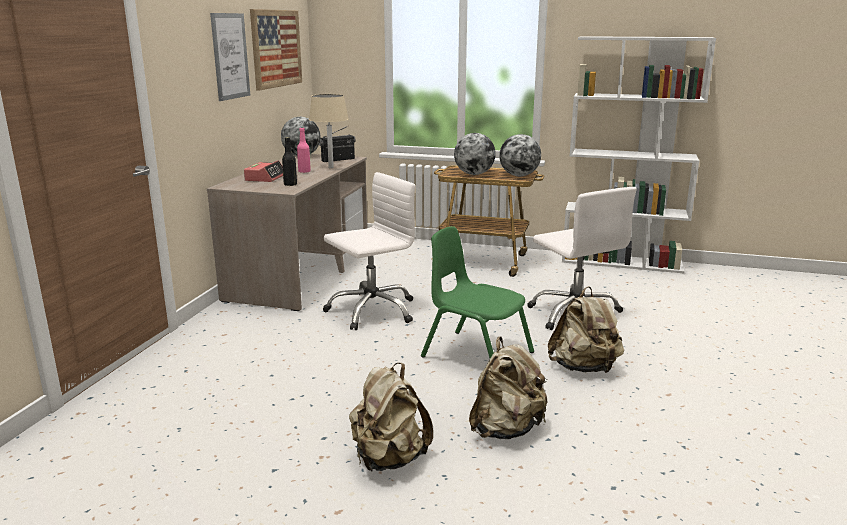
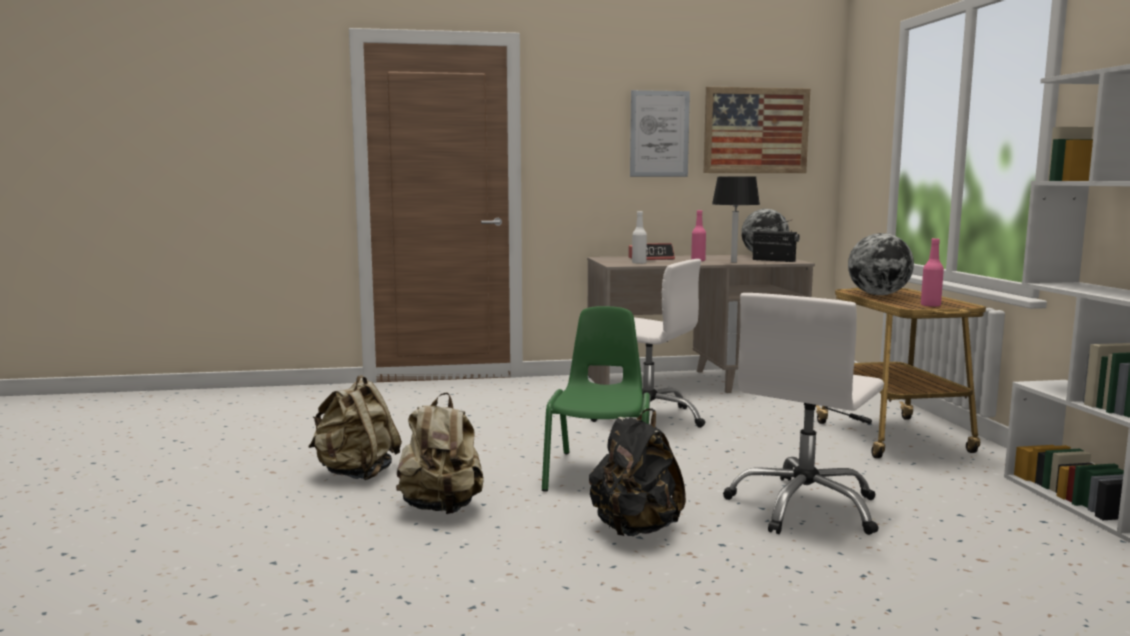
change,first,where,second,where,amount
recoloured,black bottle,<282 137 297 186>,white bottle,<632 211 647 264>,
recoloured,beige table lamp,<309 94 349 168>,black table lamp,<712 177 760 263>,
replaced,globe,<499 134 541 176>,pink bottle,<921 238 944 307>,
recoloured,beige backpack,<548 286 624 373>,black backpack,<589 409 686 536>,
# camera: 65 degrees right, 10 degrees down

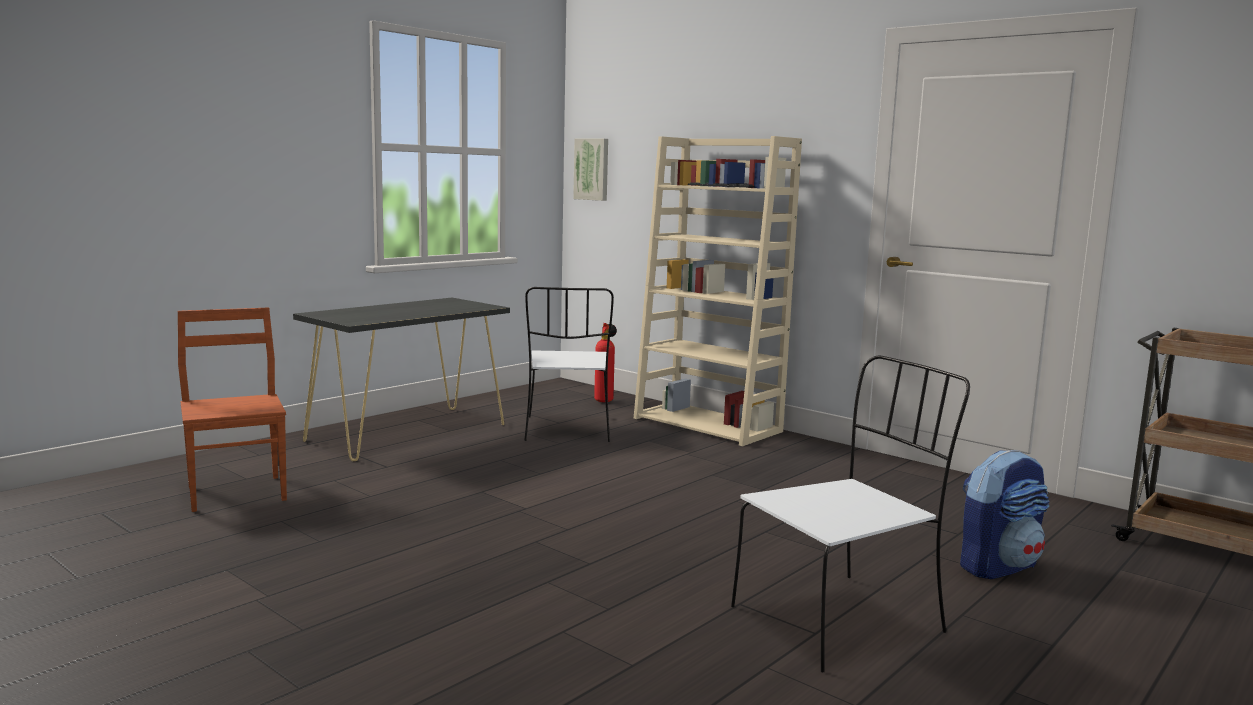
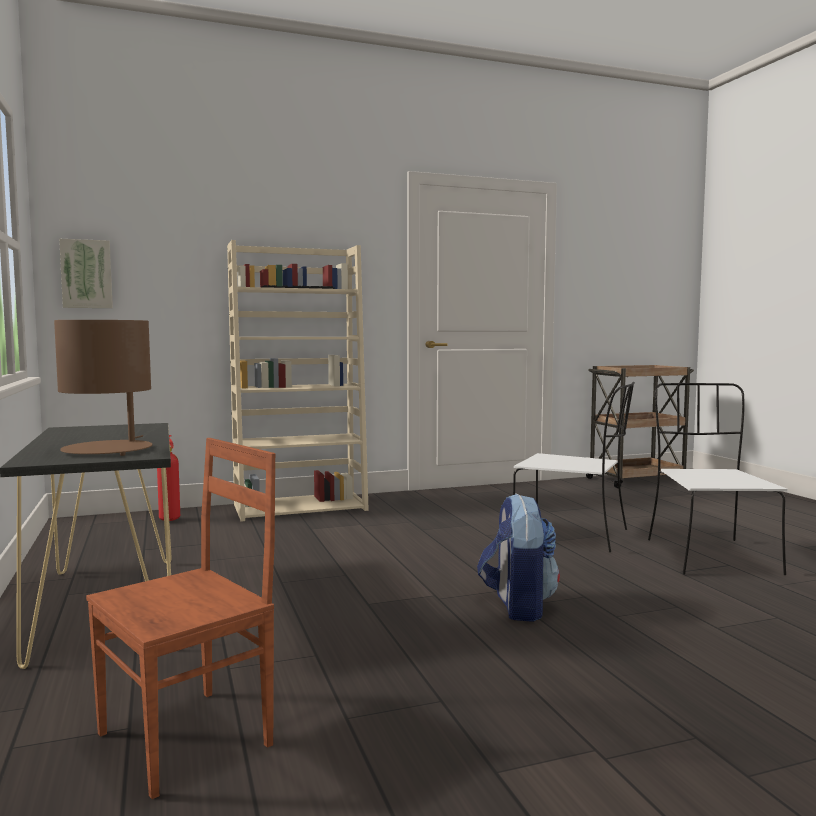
change,first,where,second,where,amount
turned,brown chair,<178 308 287 512>,,<86 438 276 799>,135 degrees clockwise
moved,white chair,<524 287 614 442>,,<513 382 635 552>,
moved,backpack,<960 450 1050 579>,,<477 494 560 622>,
added,,,brown table lamp,<54 320 153 456>,
# camera: 60 degrees left, 5 degrees down

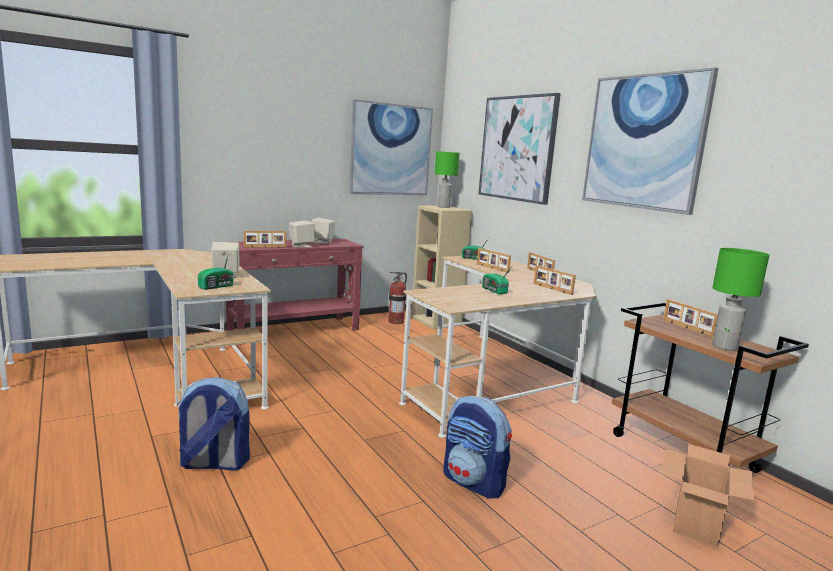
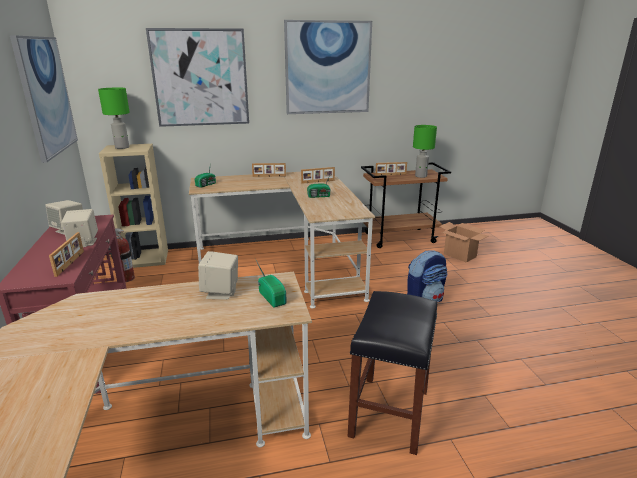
change,first,where,second,where,amount
replaced,backpack,<176 377 250 471>,black stool,<348 291 437 455>,
removed,picture frame,<477 248 511 273>,,,
# camera: 70 degrees left, 10 degrees up

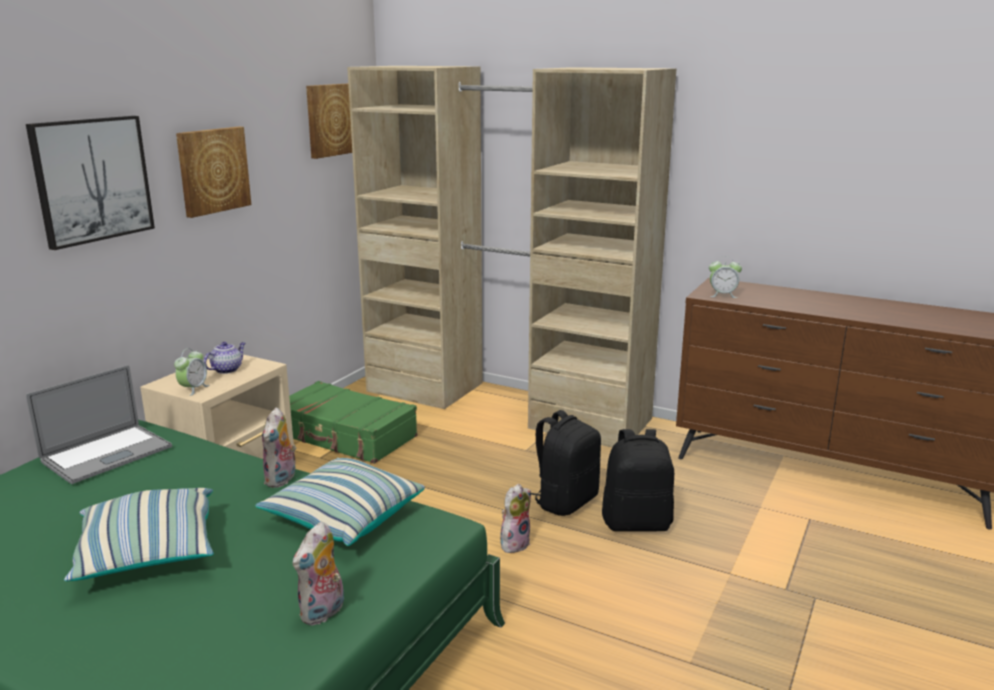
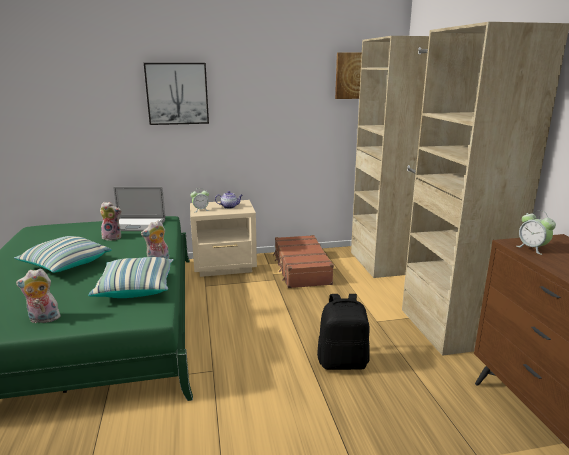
change,first,where,second,where,amount
removed,picture,<176 127 251 218>,,,
recoloured,green suitcase,<289 381 417 464>,brown suitcase,<273 235 334 288>,
moved,plush toy,<500 484 531 553>,,<99 202 122 241>,
removed,black backpack,<602 429 674 532>,,,
# camera: 50 degrees right, 0 degrees up

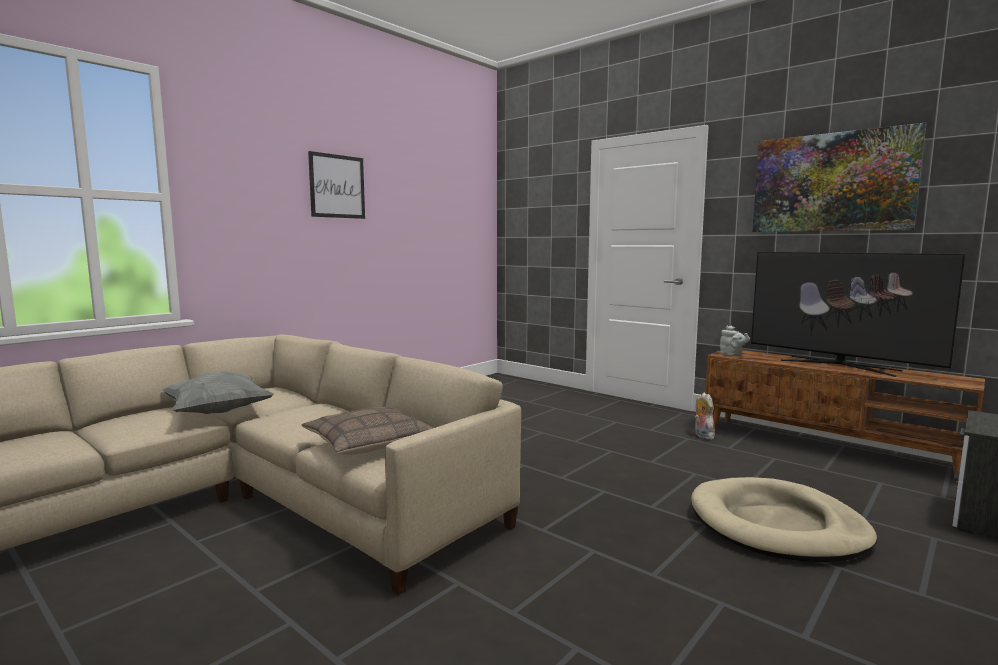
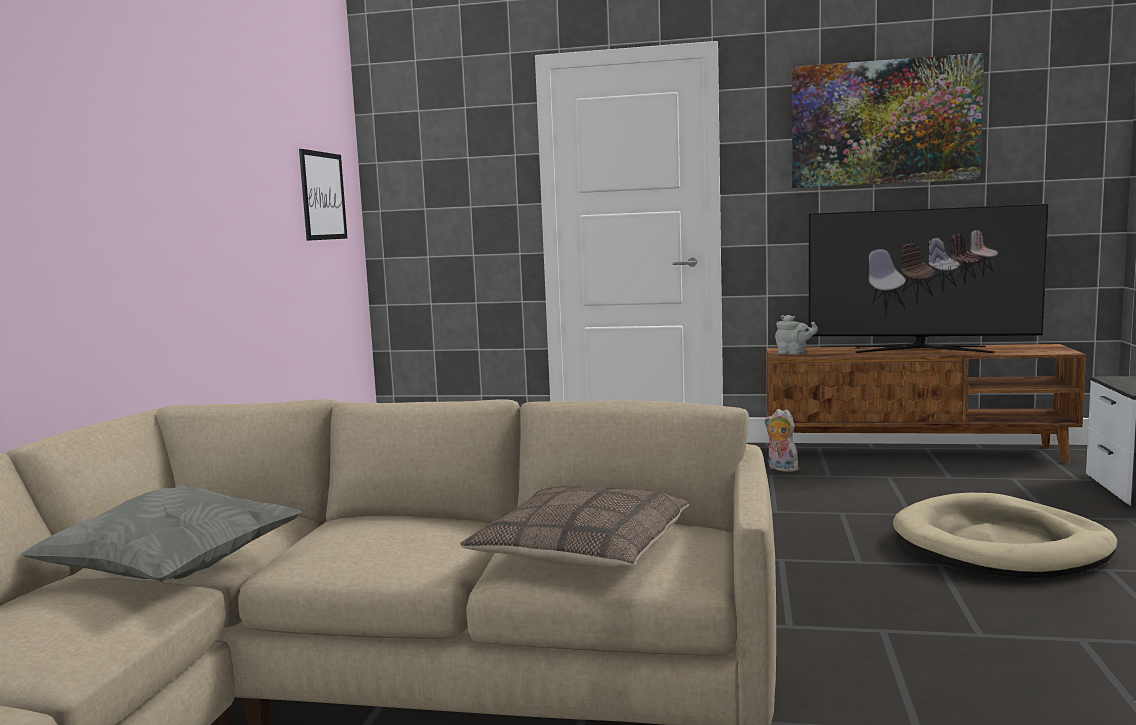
change,first,where,second,where,amount
moved,picture,<308 151 365 219>,,<299 149 347 241>,
# camera: 30 degrees left, 0 degrees up

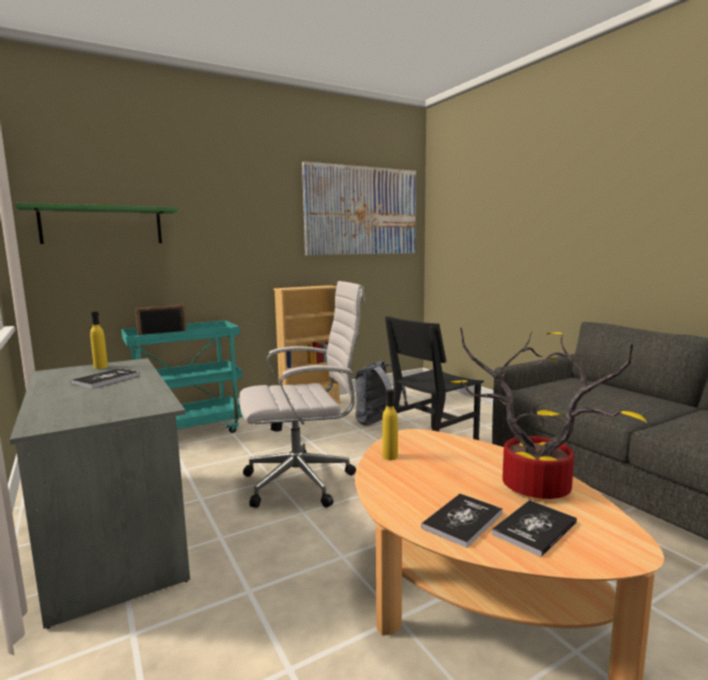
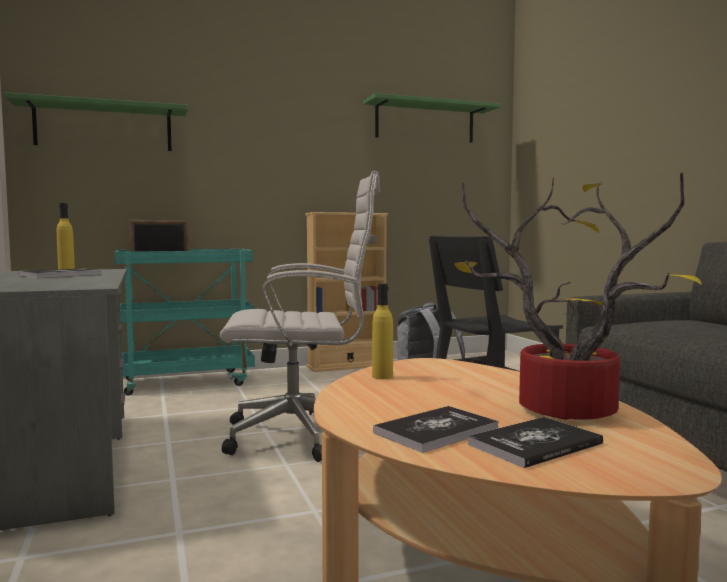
change,first,where,second,where,amount
replaced,picture,<302 162 416 255>,green shelf,<363 93 501 143>,
# camera: 10 degrees right, 5 degrees down

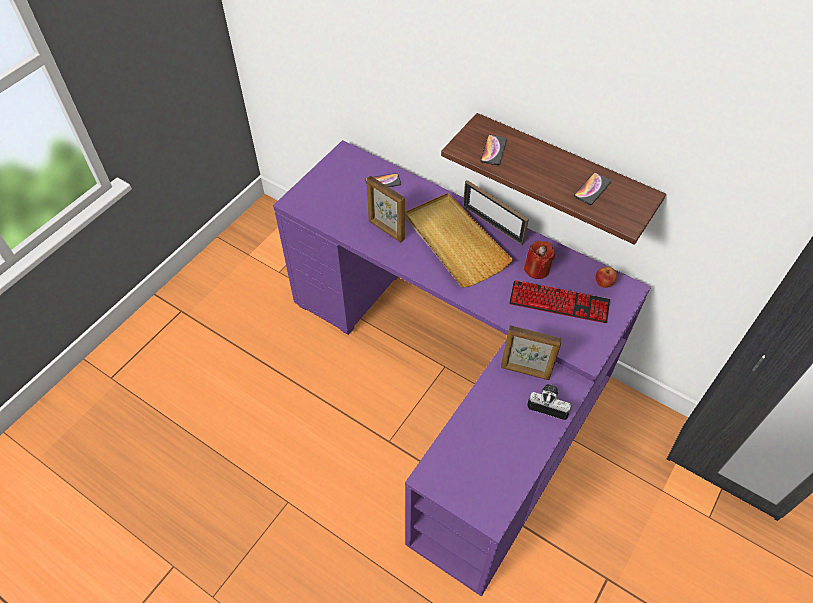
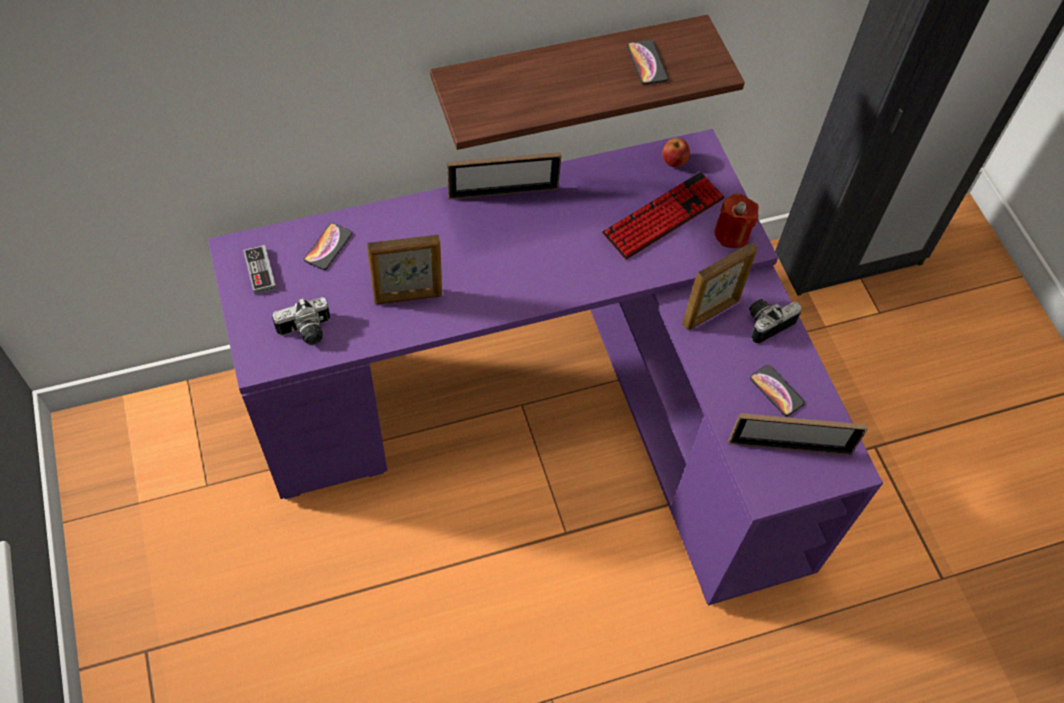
change,first,where,second,where,amount
removed,beige tray,<405 193 513 288>,,,
moved,phone,<480 135 507 165>,,<750 365 805 416>,
moved,red candle,<524 241 555 279>,,<715 193 759 248>,
added,,,game controller,<243 245 276 295>,
added,,,photo camera,<272 297 330 345>,
added,,,picture frame,<729 413 868 455>,
# camera: 55 degrees left, 5 degrees up

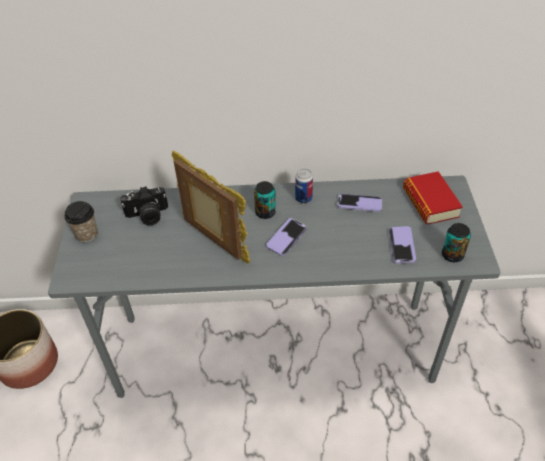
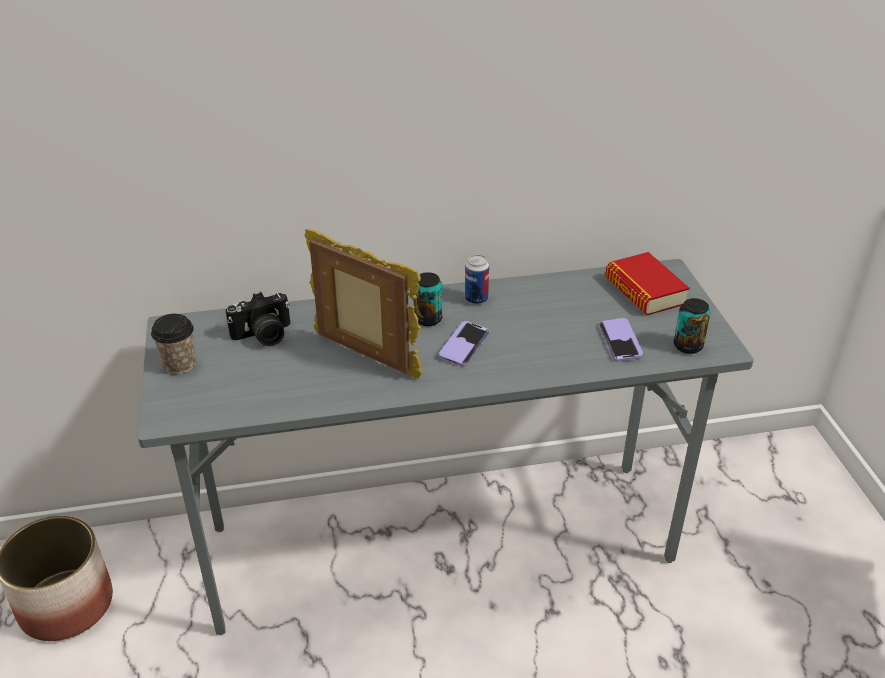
change,first,where,second,where,amount
removed,phone,<337 193 382 212>,,,
# camera: 10 degrees left, 10 degrees down

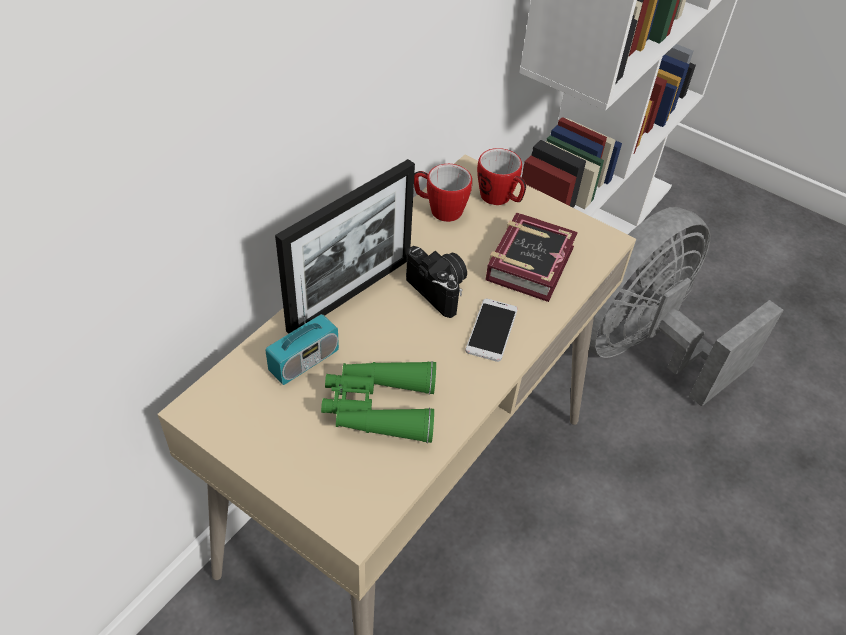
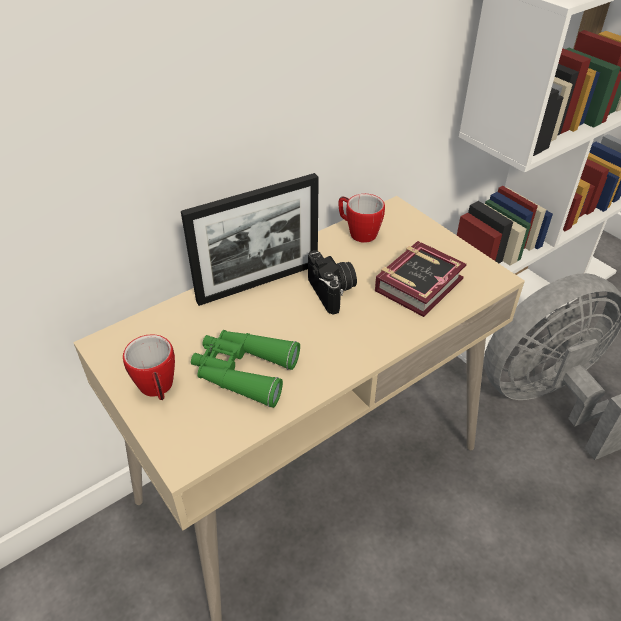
change,first,where,second,where,amount
removed,radio,<265 275 339 385>,,,
removed,phone,<465 299 518 362>,,,
moved,mug,<477 148 526 205>,,<123 334 175 400>,
# camera: 20 degrees right, 5 degrees down

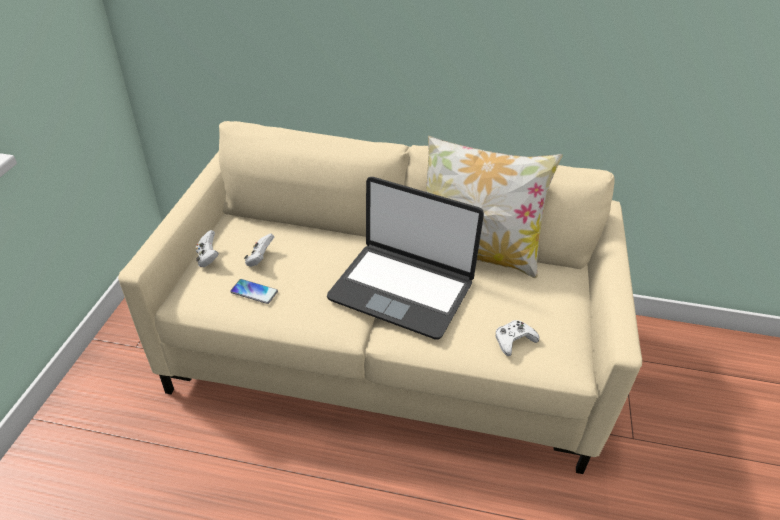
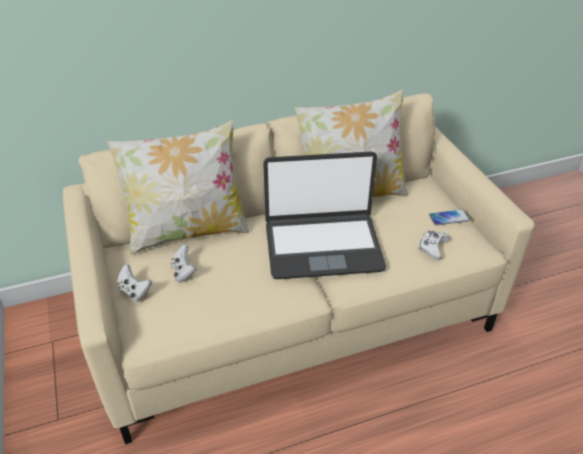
change,first,where,second,where,amount
moved,phone,<230 279 278 304>,,<429 209 470 226>,
added,,,pillow,<106 120 250 255>,
# camera: 30 degrees left, 0 degrees up

